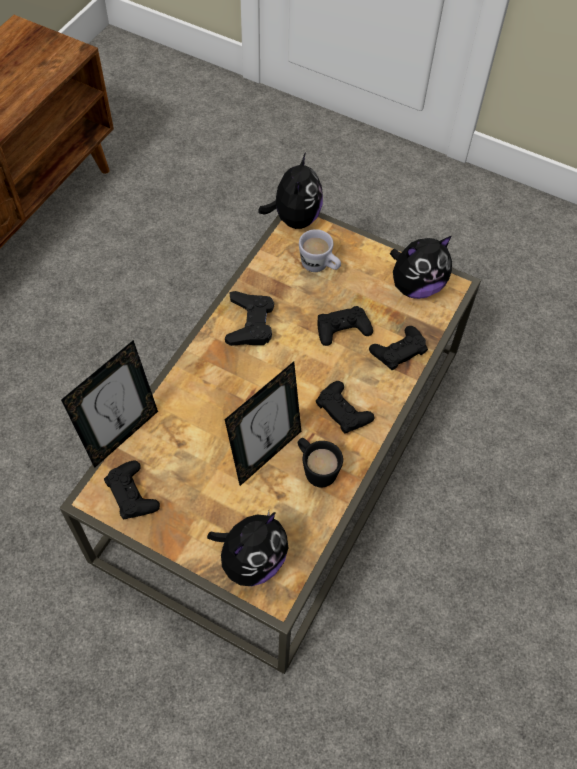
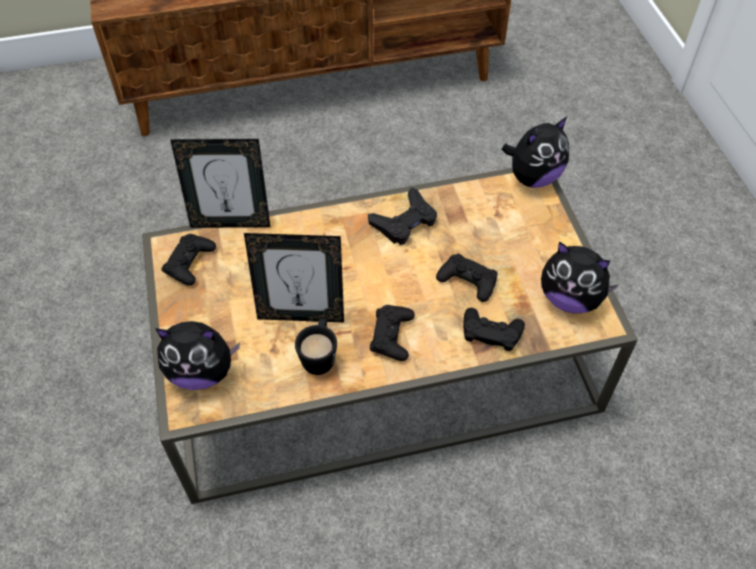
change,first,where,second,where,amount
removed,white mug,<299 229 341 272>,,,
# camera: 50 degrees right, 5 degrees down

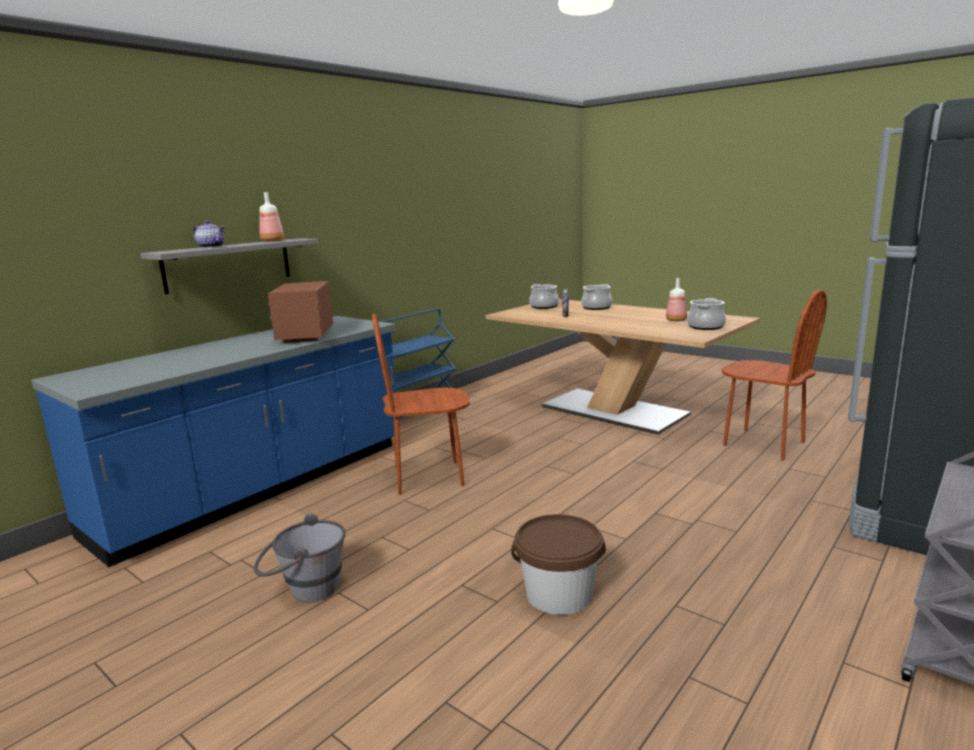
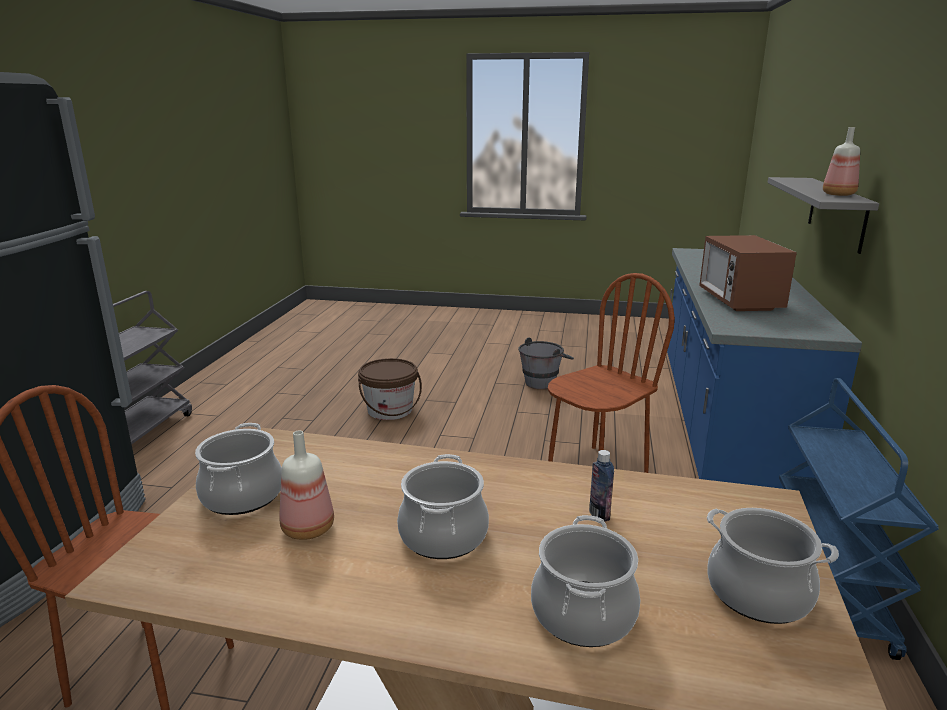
change,first,where,second,where,amount
removed,teapot,<193 221 225 248>,,,
turned,microwave,<268 281 333 343>,,<699 235 797 311>,150 degrees counterclockwise
added,,,cooking pot,<397 454 489 559>,
# camera: 150 degrees right, 5 degrees up

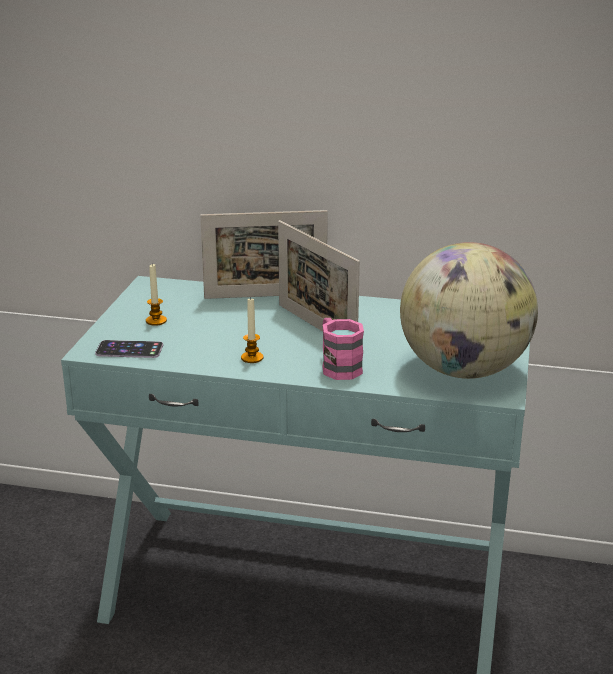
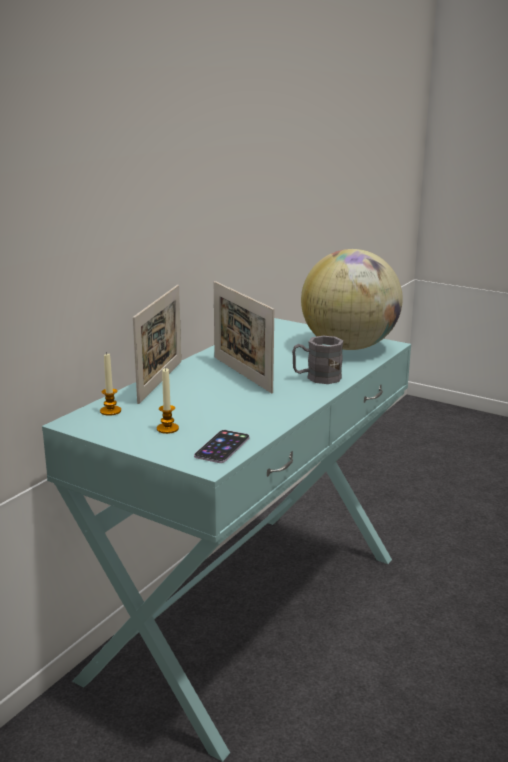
change,first,where,second,where,amount
moved,candle,<241 297 263 363>,,<100 354 121 416>,
turned,picture frame,<278 220 360 332>,,<214 281 274 393>,75 degrees clockwise
recoloured,pink mug,<323 318 364 380>,grey mug,<292 336 343 384>,
# camera: 70 degrees left, 5 degrees down

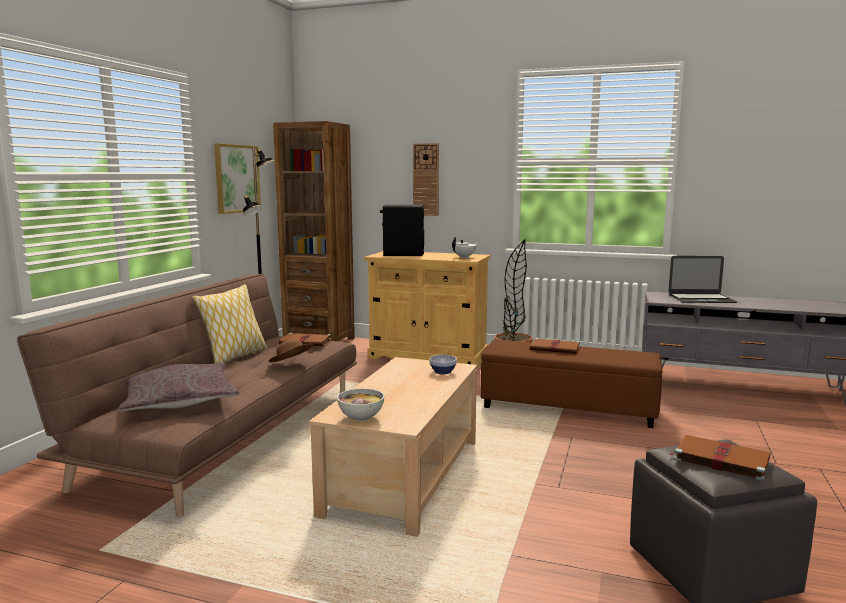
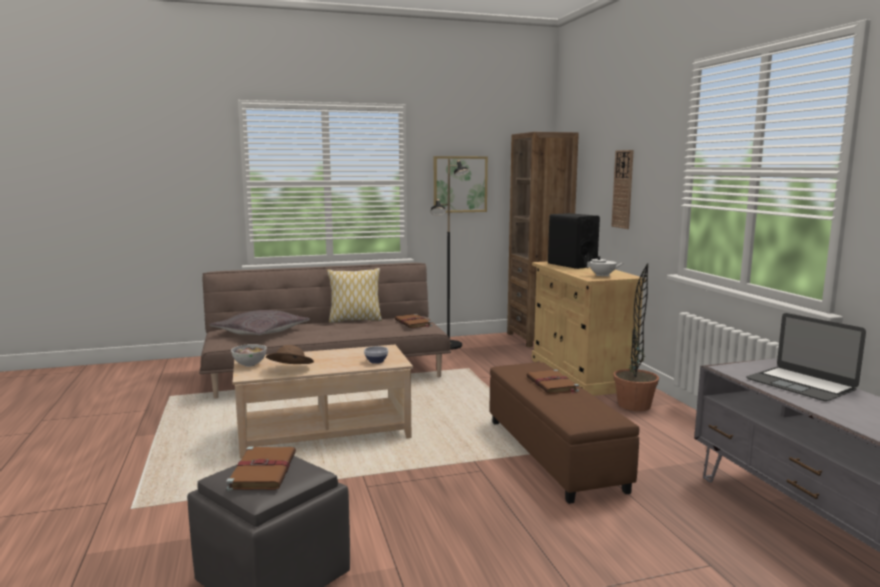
change,first,where,second,where,amount
moved,brown hat,<269 339 313 362>,,<266 345 314 364>,
# camera: 55 degrees right, 0 degrees up

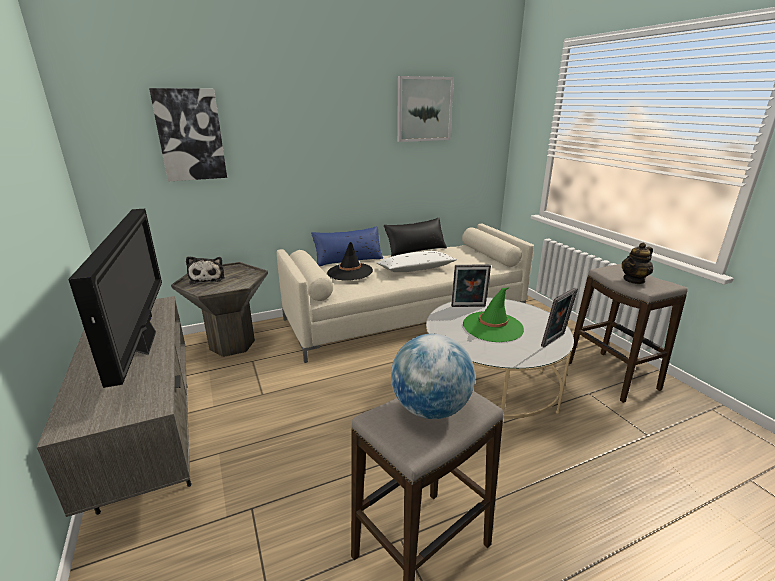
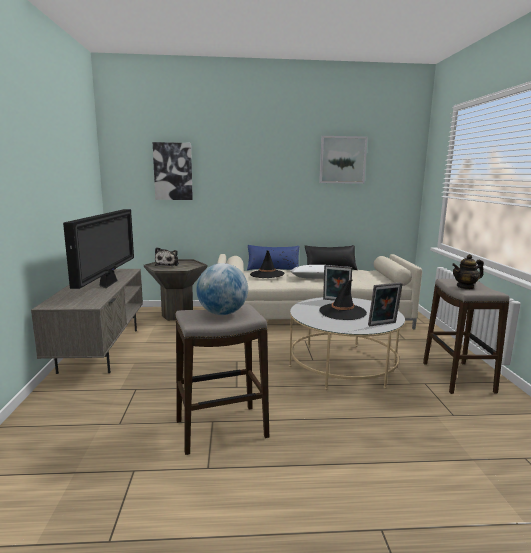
change,first,where,second,where,amount
recoloured,green hat,<463 287 524 342>,black hat,<319 280 367 320>,
# camera: 20 degrees right, 10 degrees down

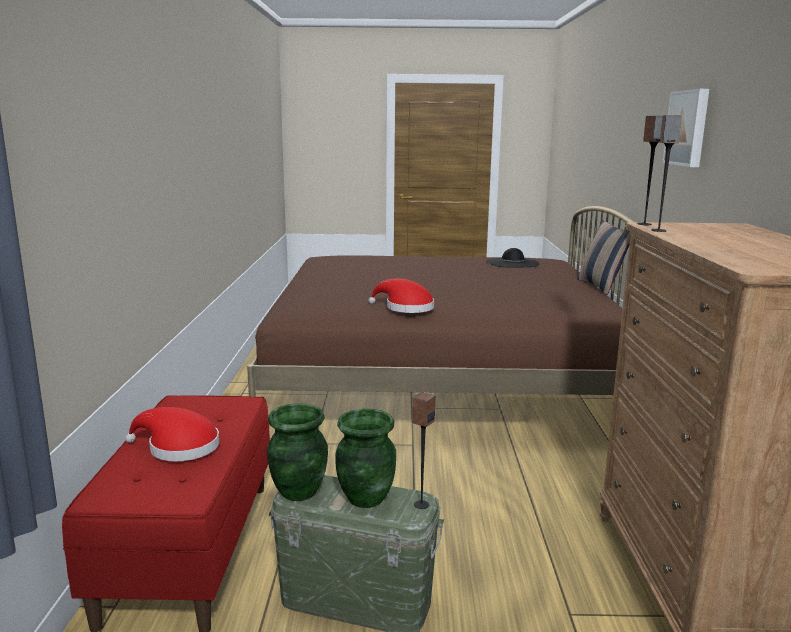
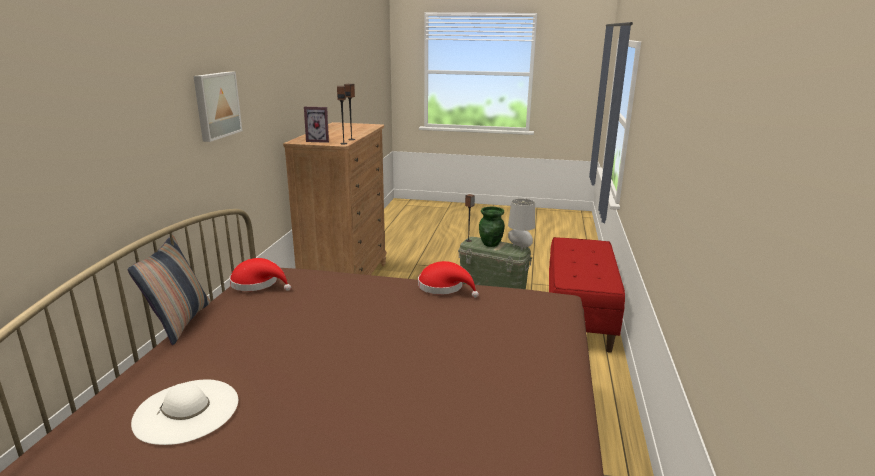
change,first,where,second,where,amount
moved,red hat,<125 407 219 461>,,<229 258 291 291>,
replaced,green vase,<267 403 328 501>,grey table lamp,<508 199 535 250>,
recoloured,black hat,<486 248 539 268>,white hat,<131 379 238 445>,
added,,,picture frame,<304 107 329 143>,
# camera: 170 degrees left, 5 degrees up

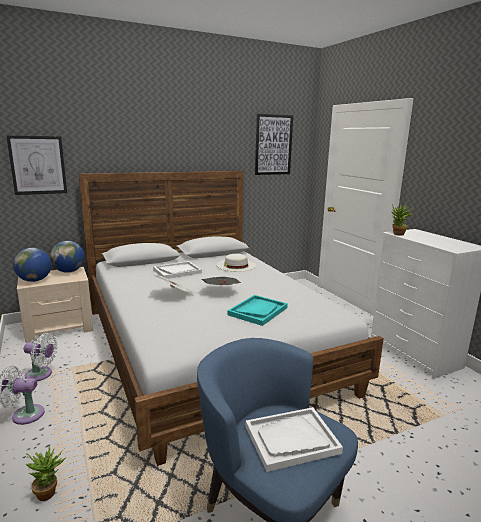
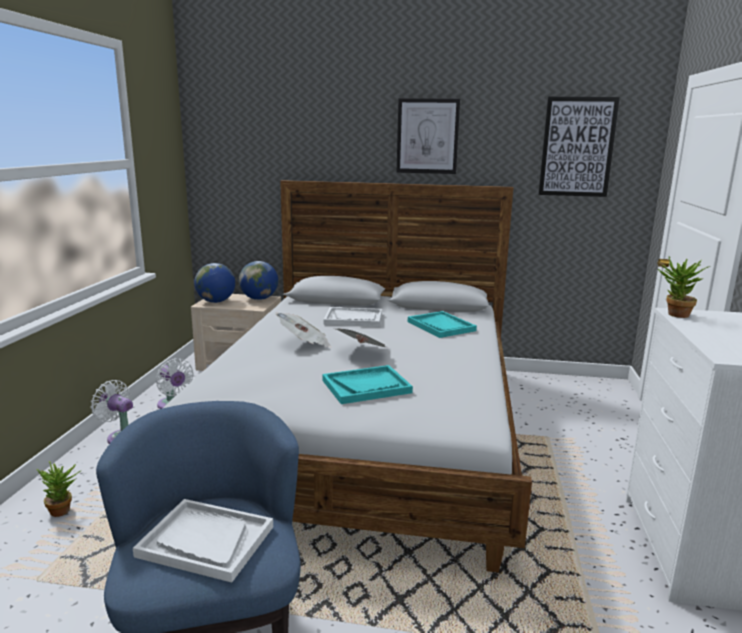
change,first,where,second,where,amount
moved,picture,<6 135 67 195>,,<397 98 460 174>,
replaced,white hat,<216 254 256 272>,turquoise tray,<408 311 477 338>,
# camera: 35 degrees right, 0 degrees up

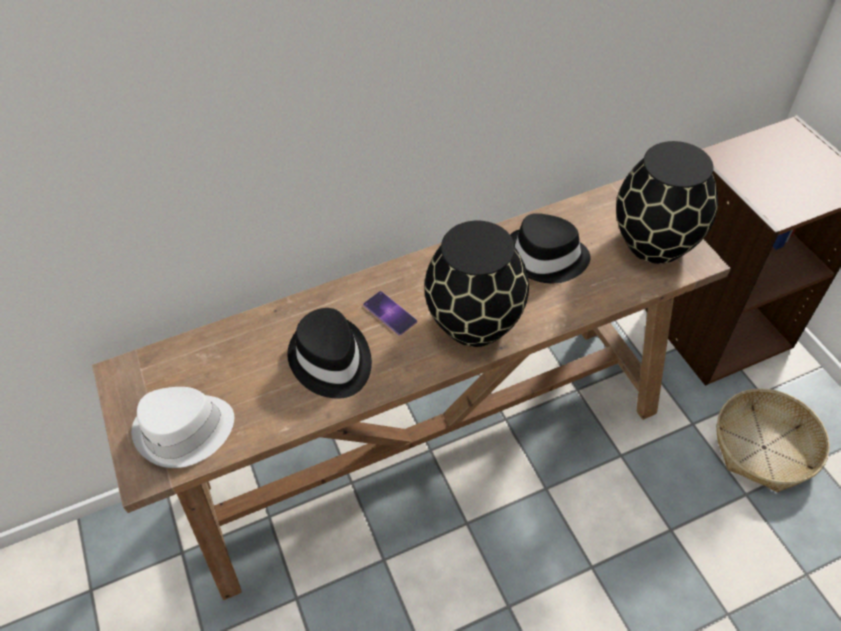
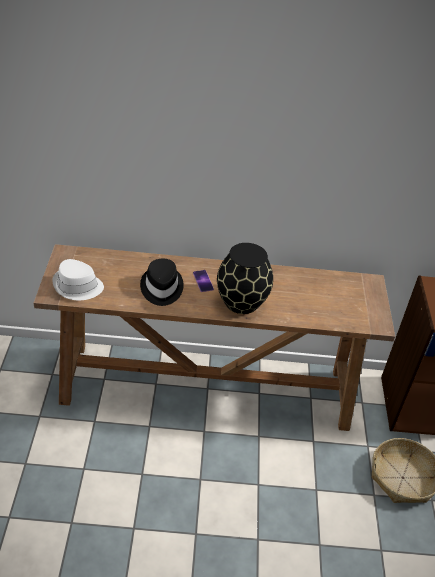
change,first,where,second,where,amount
removed,black hat,<510 213 591 283>,,,
removed,black vase,<616 141 718 264>,,,
# camera: 20 degrees right, 10 degrees down

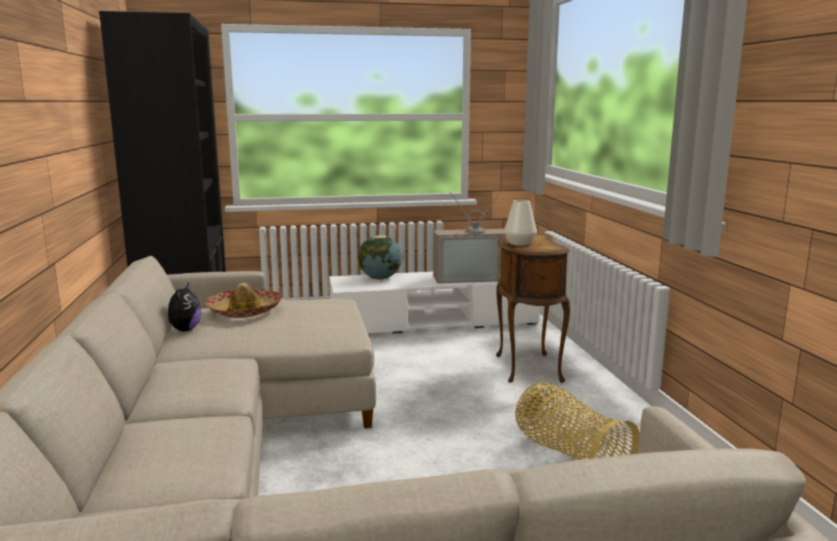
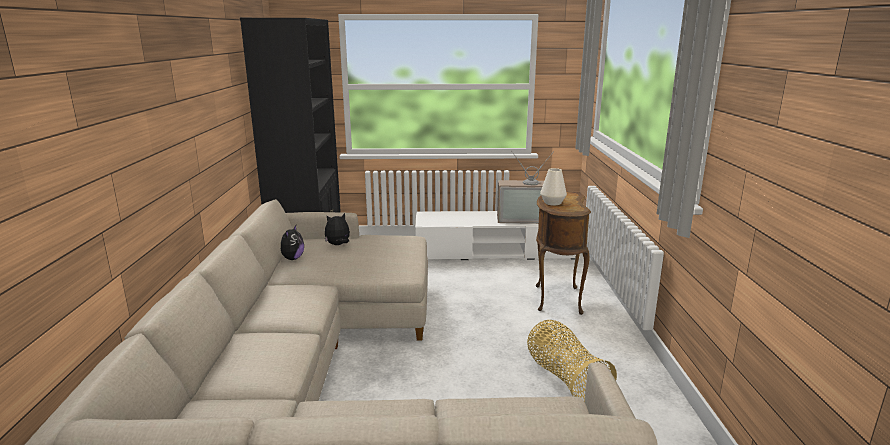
change,first,where,second,where,amount
replaced,hat,<205 283 282 318>,plush toy,<325 213 350 245>,
removed,globe,<358 235 402 280>,,,
# camera: 10 degrees right, 5 degrees up

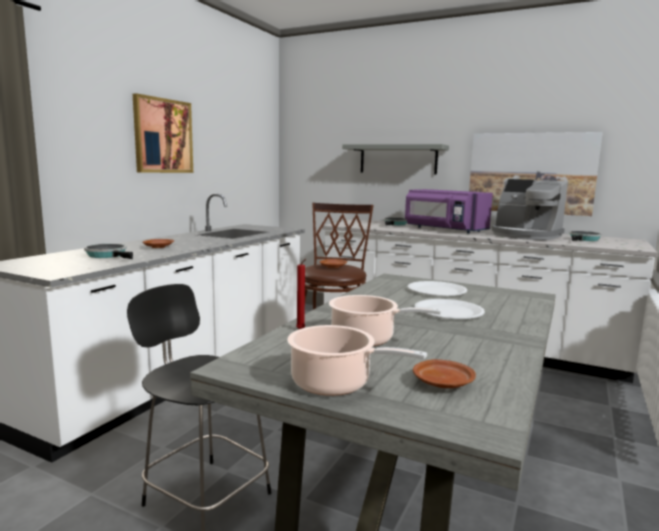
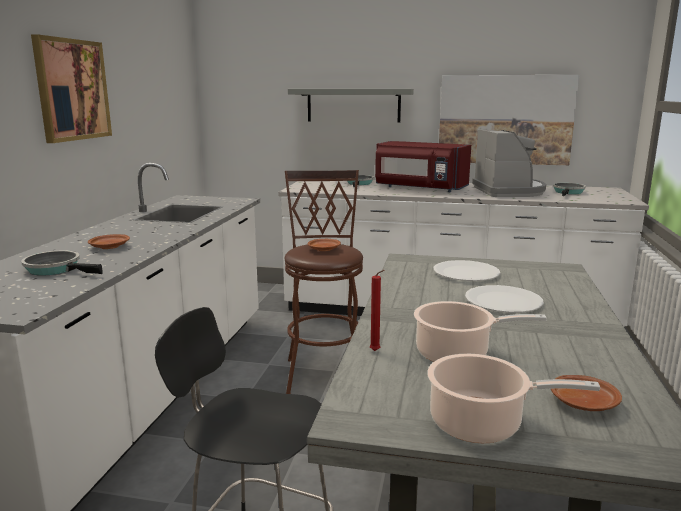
change,first,where,second,where,amount
recoloured,purple microwave,<405 189 493 233>,red microwave,<375 141 471 192>,
turned,coffee machine,<492 179 568 240>,,<472 129 546 197>,120 degrees counterclockwise
# camera: 15 degrees left, 5 degrees up

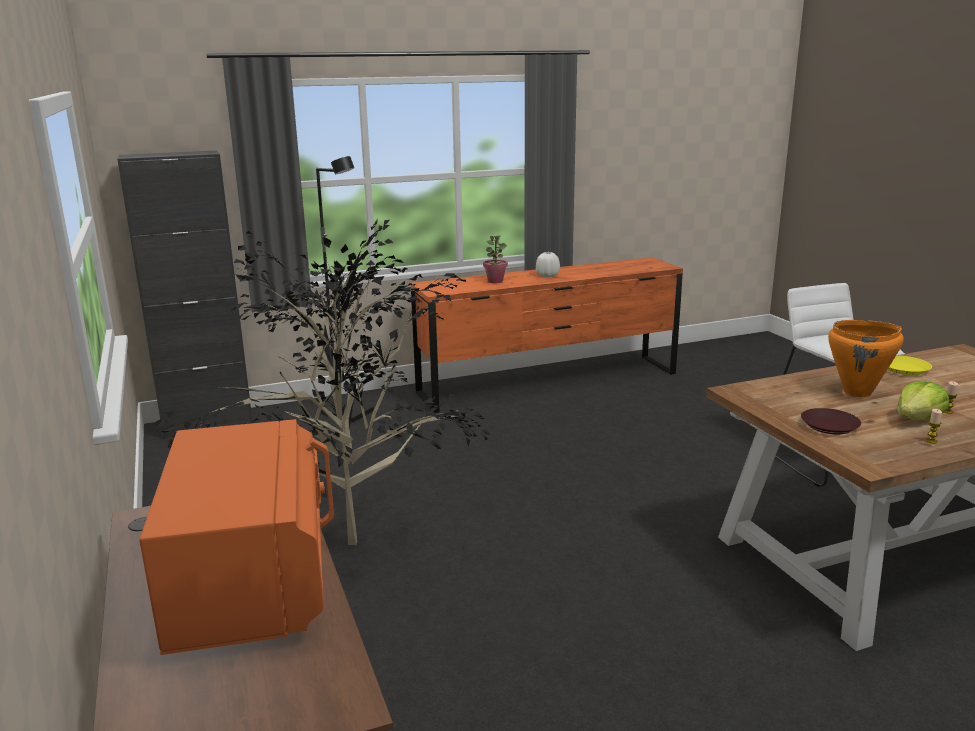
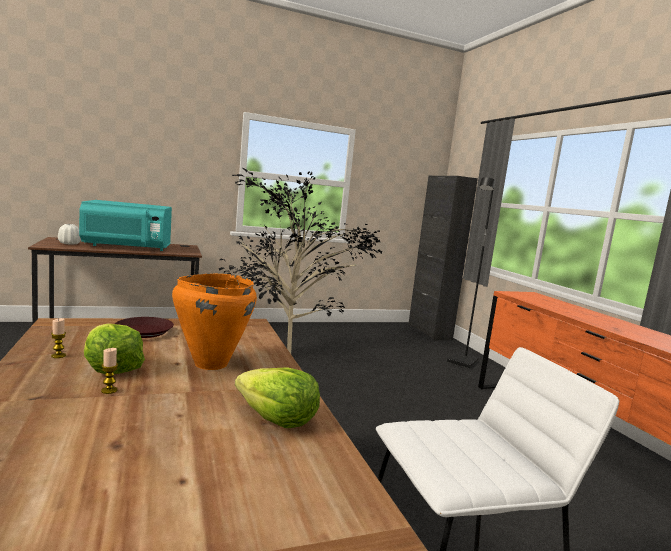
change,first,where,second,where,amount
recoloured,orange microwave,<139 419 334 655>,turquoise microwave,<79 200 172 251>,
removed,potted plant,<483 235 508 283>,,,
moved,white vase,<536 252 560 277>,,<58 224 81 245>,
replaced,yellow plate,<888 355 932 375>,lettuce,<235 367 320 428>,
# camera: 90 degrees right, 10 degrees down

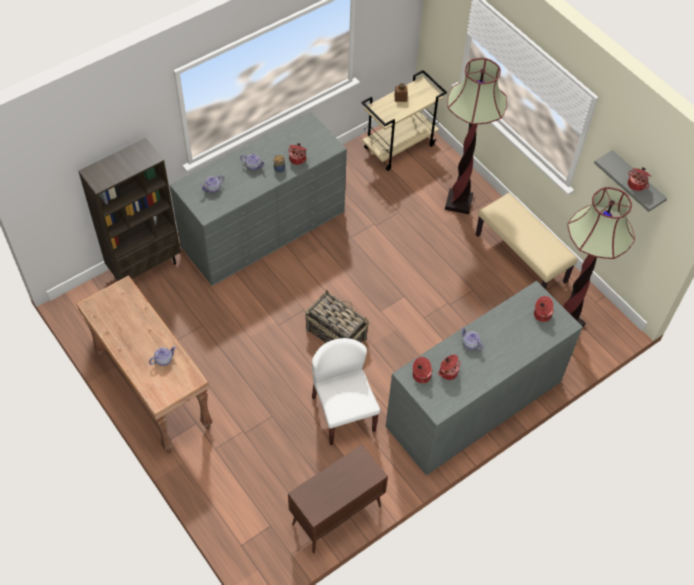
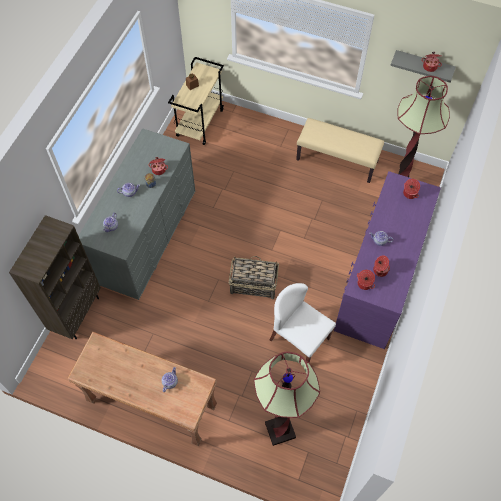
change,first,where,second,where,amount
removed,brown cabinet,<288 445 388 553>,,,
recoloured,grey dresser,<386 281 583 475>,purple dresser,<334 171 441 349>,
moved,floor lamp,<445 58 507 214>,,<254 351 320 446>,
# camera: 30 degrees left, 5 degrees up

